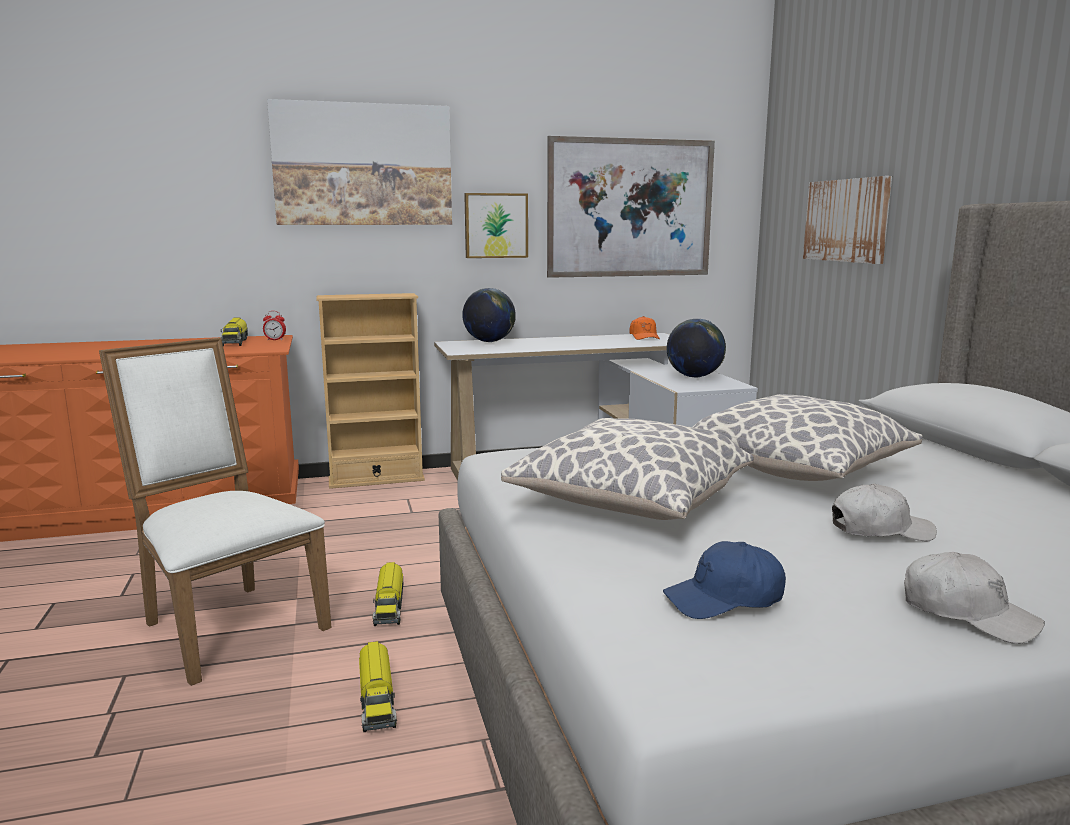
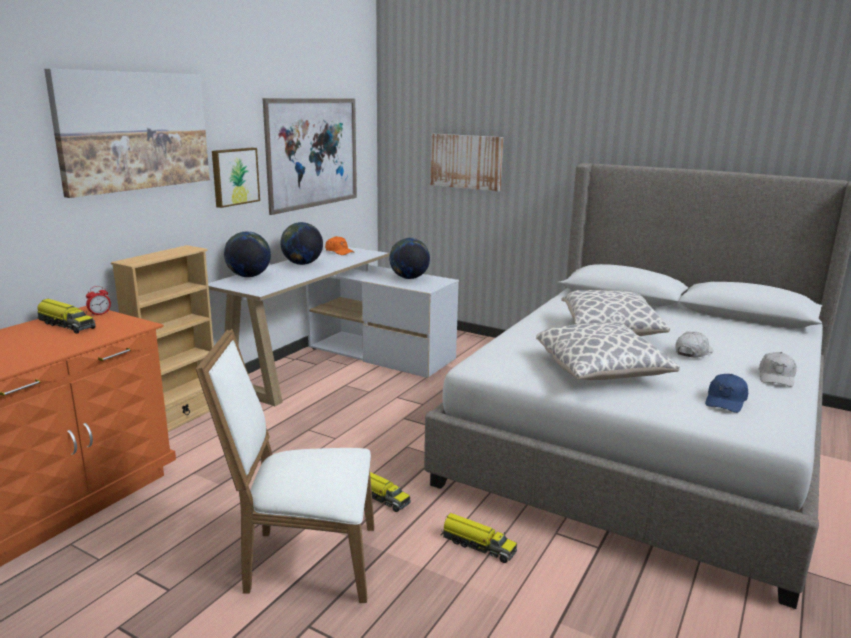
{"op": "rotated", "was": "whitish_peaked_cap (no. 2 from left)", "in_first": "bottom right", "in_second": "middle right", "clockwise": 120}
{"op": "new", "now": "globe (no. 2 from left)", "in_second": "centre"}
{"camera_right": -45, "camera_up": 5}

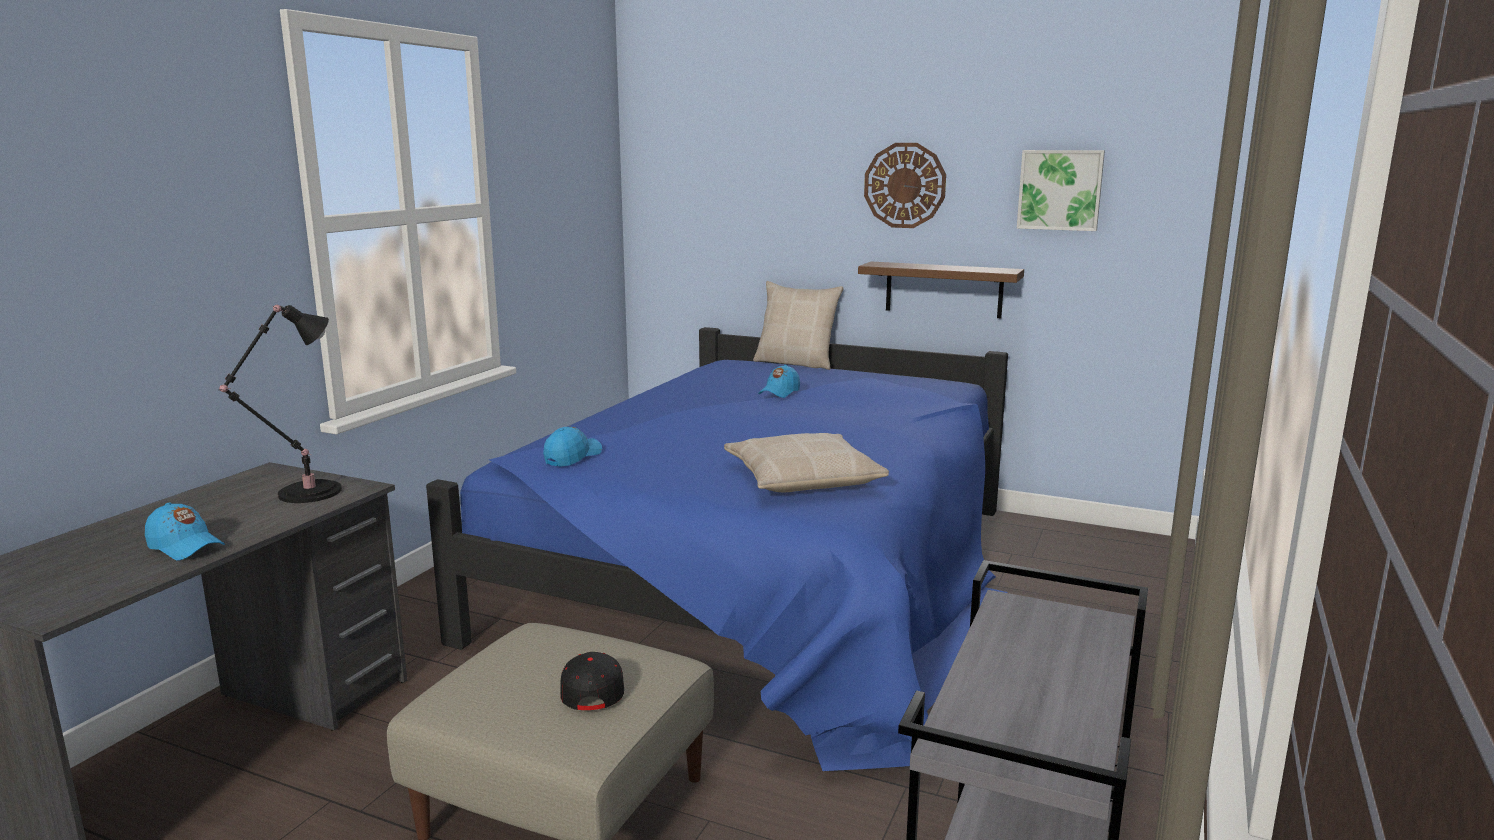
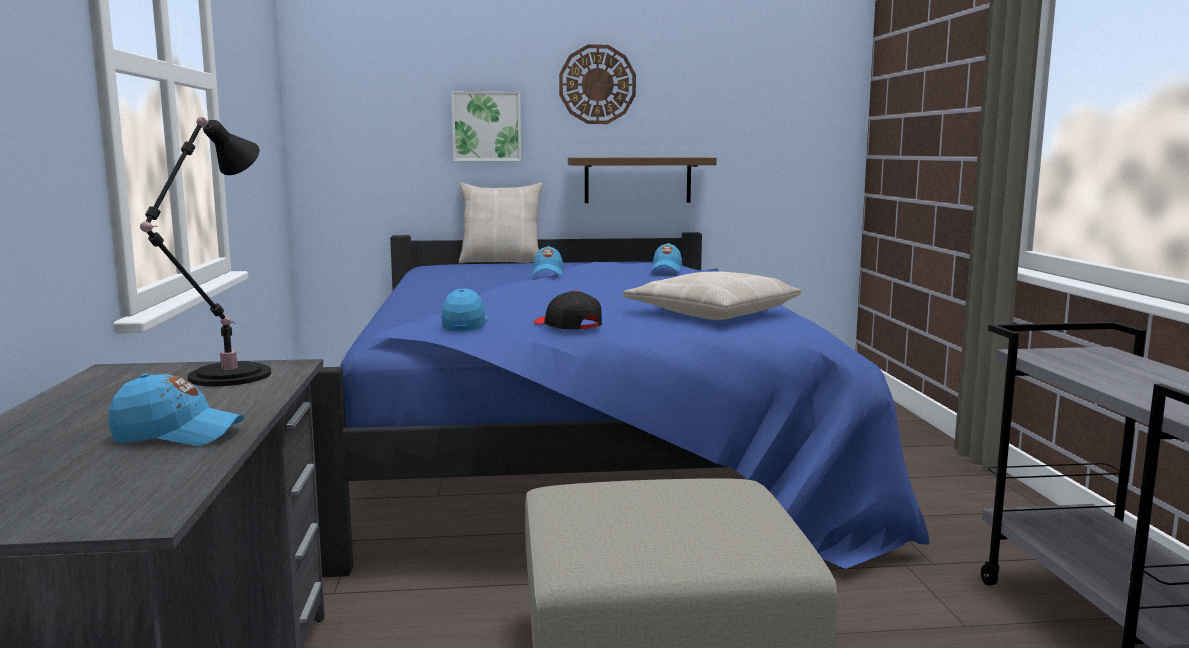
{"op": "shifted", "was": "wall_picture", "in_first": "top right", "in_second": "top centre"}
{"op": "shifted", "was": "black-coloured_peaked_cap", "in_first": "bottom centre", "in_second": "centre"}
{"op": "new", "now": "bluish_peaked_cap (no. 4 from left)", "in_second": "centre"}
{"camera_right": -30, "camera_up": -5}

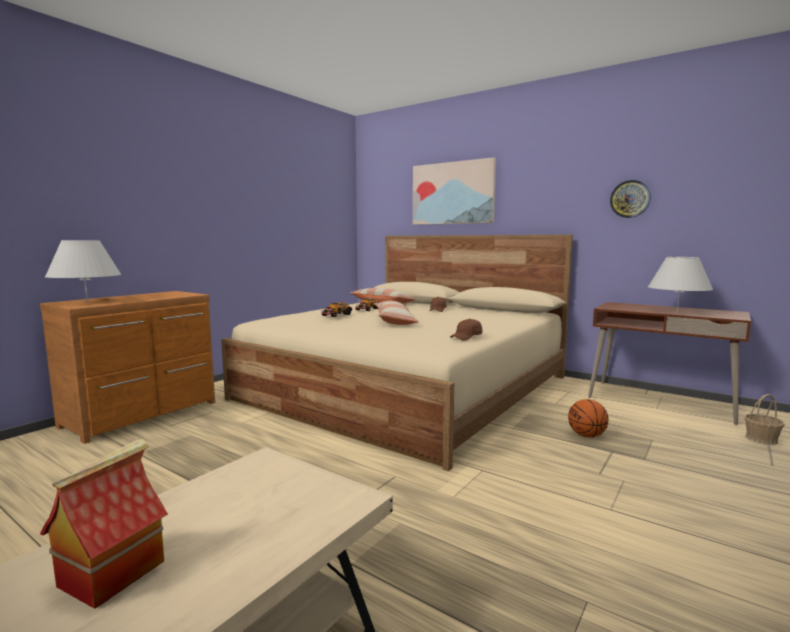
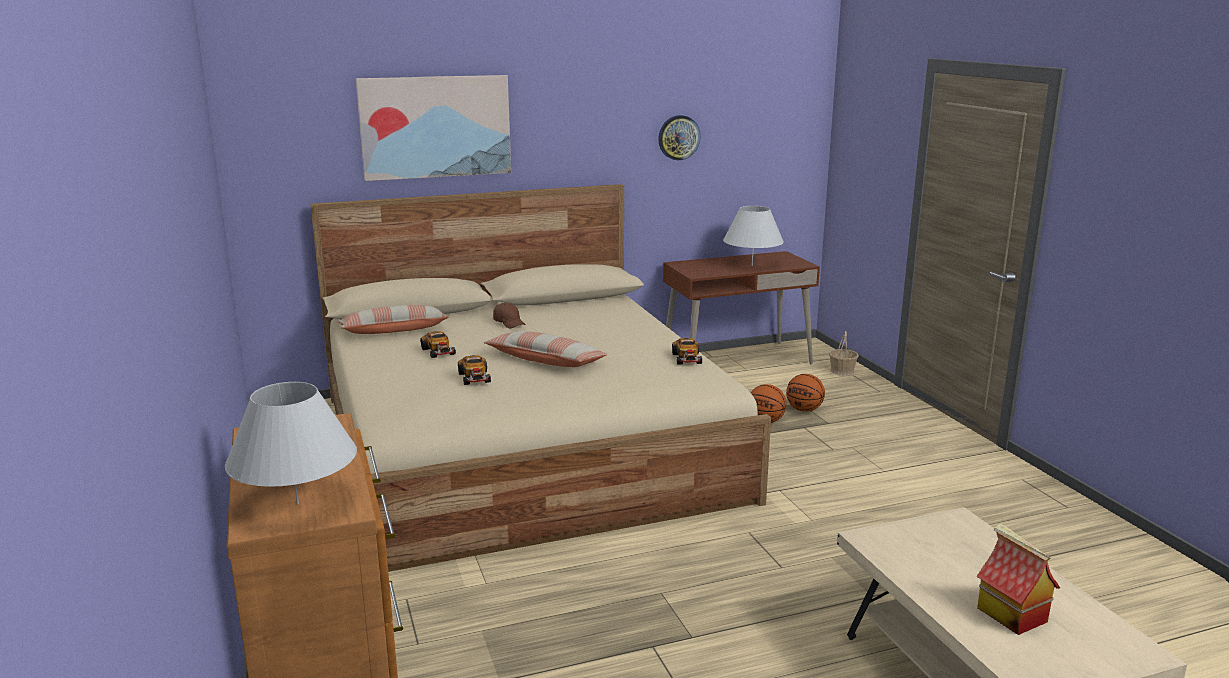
{"op": "swapped", "was": "brown-coloured_peaked_cap (no. 2 from left)", "now": "miniature_car (no. 3 from left)", "in_first": "centre", "in_second": "centre"}
{"op": "new", "now": "basketball_ball (no. 2 from left)", "in_second": "centre"}
{"camera_right": -55, "camera_up": 10}

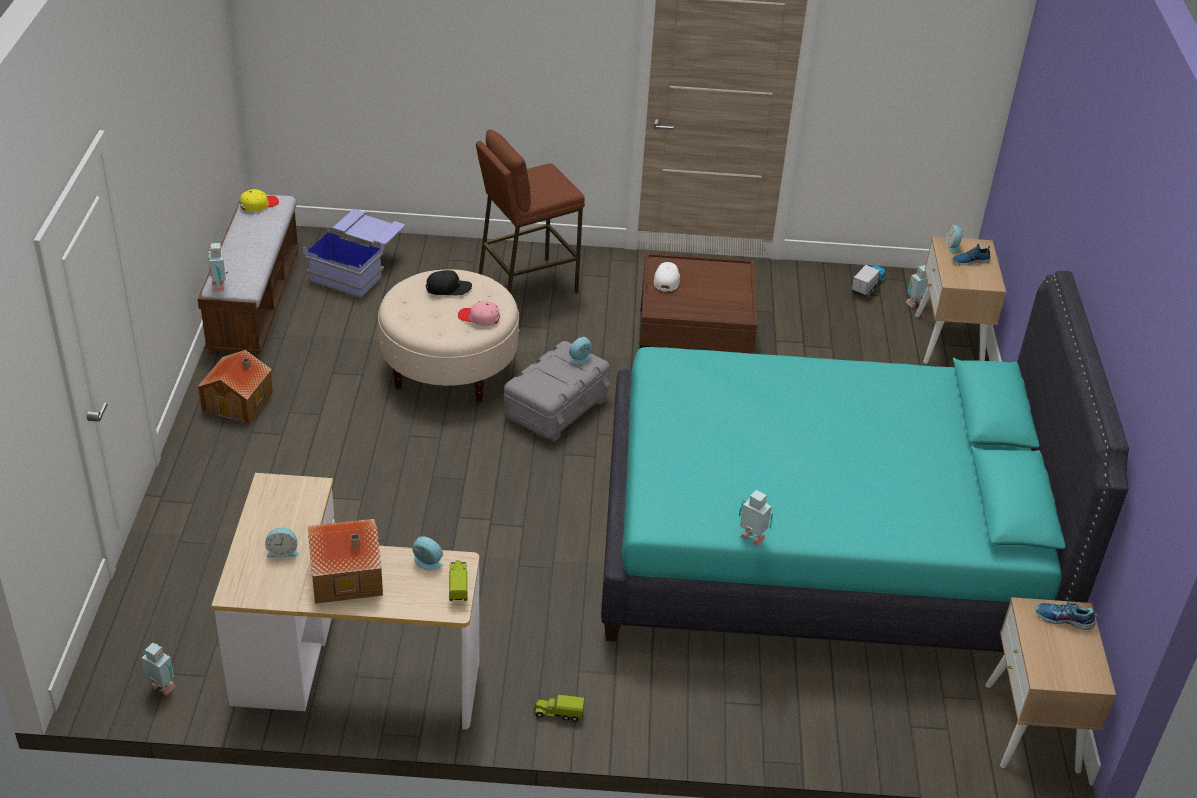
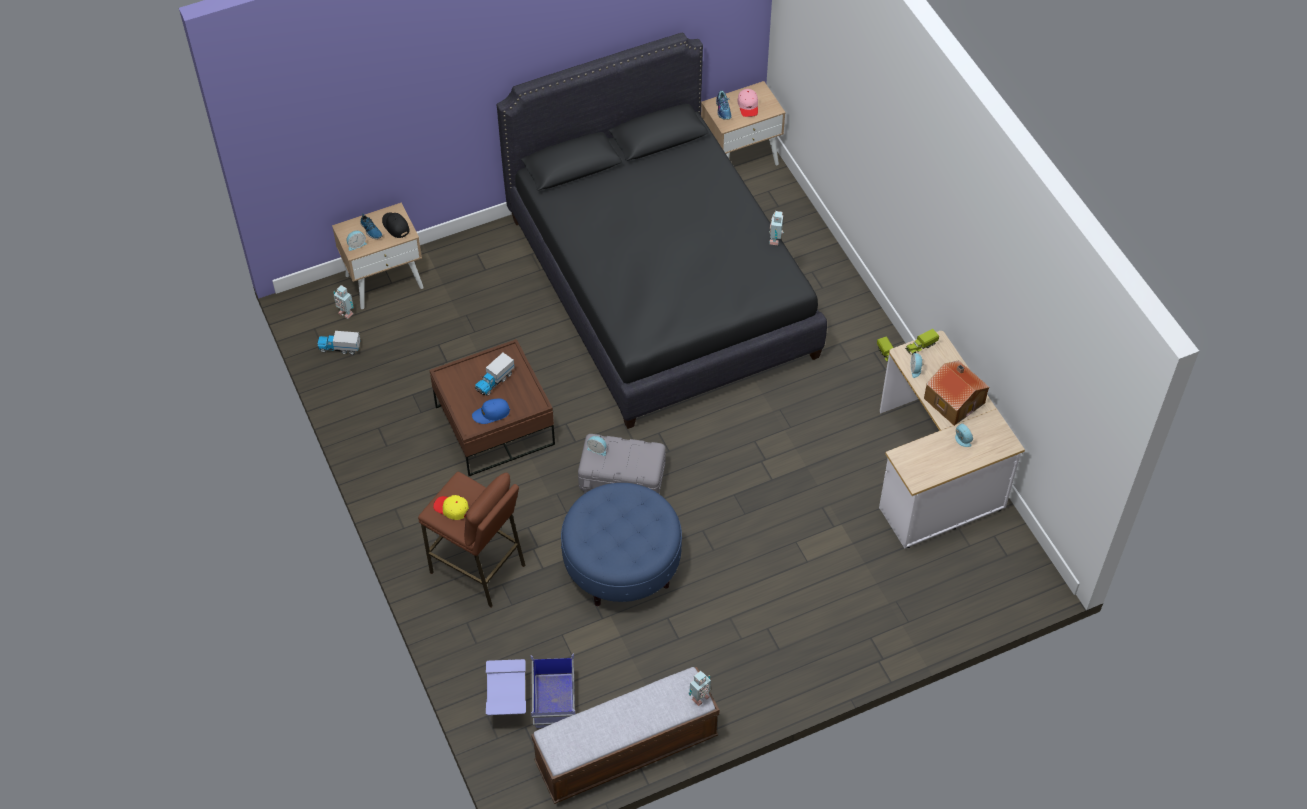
{"op": "shifted", "was": "yellowish_peaked_cap", "in_first": "top left", "in_second": "centre"}
{"op": "repainted", "was": "whitish_peaked_cap", "now": "bluish_peaked_cap", "in_first": "centre", "in_second": "centre"}
{"op": "repainted", "was": "beige-coloured_ottoman", "now": "bluish_ottoman", "in_first": "centre", "in_second": "bottom centre"}
{"op": "shifted", "was": "black-coloured_peaked_cap", "in_first": "centre", "in_second": "top left"}
{"op": "repainted", "was": "turquoise-coloured_bedroom_bed", "now": "black-coloured_bedroom_bed", "in_first": "middle right", "in_second": "top centre"}
{"op": "shifted", "was": "pink_peaked_cap", "in_first": "centre", "in_second": "top centre"}
{"op": "gone", "was": "toy_house (no. 1 from left)", "in_first": "middle left"}
{"op": "gone", "was": "toy_robot (no. 1 from left)", "in_first": "bottom left"}
{"op": "new", "now": "toy_truck (no. 2 from left)", "in_second": "centre"}
{"camera_right": -115, "camera_up": 15}

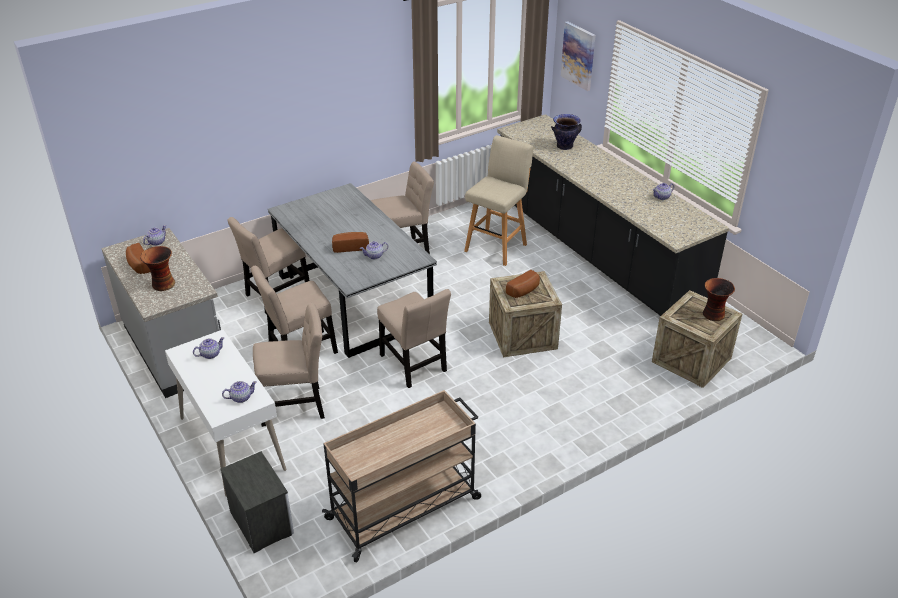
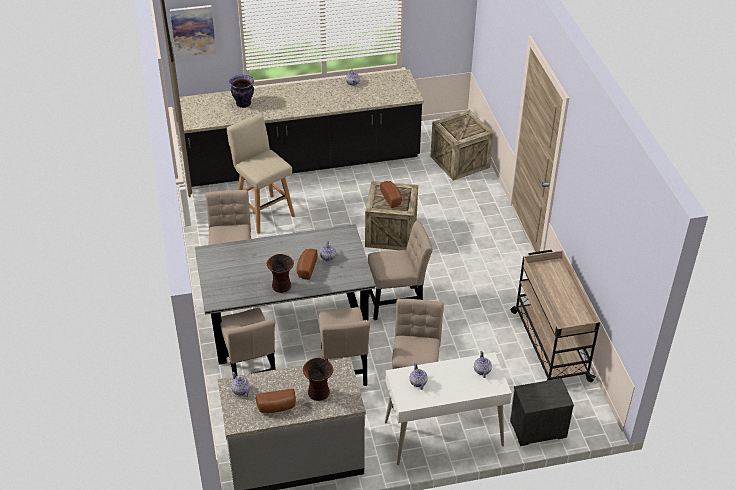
{"op": "shifted", "was": "vase (no. 3 from left in the first image)", "now": "vase (no. 2 from left)", "in_first": "middle right", "in_second": "centre"}
{"camera_right": -70, "camera_up": 5}

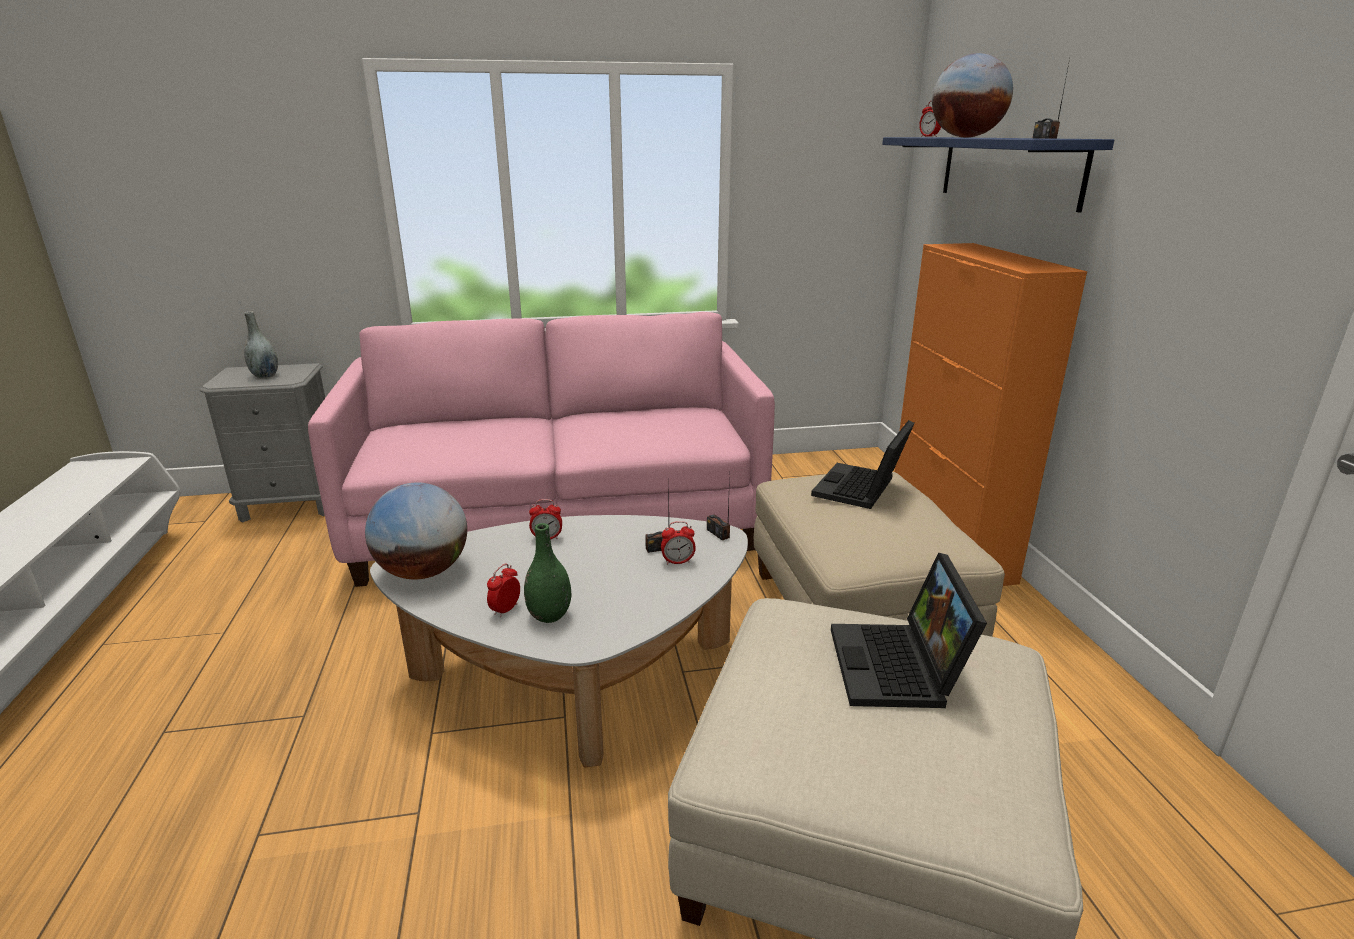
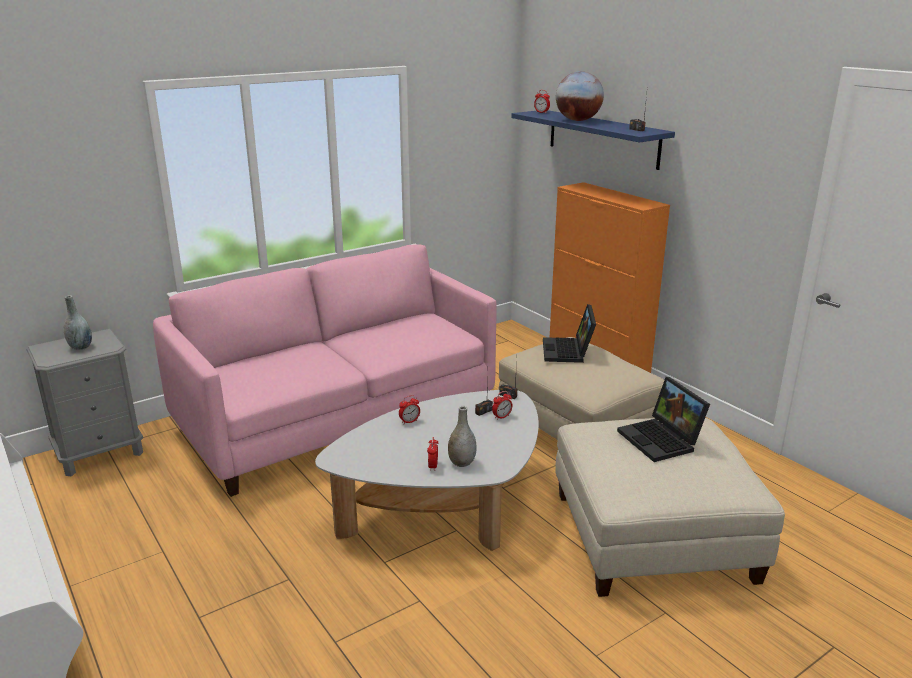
{"op": "gone", "was": "globe (no. 1 from left)", "in_first": "middle left"}
{"op": "repainted", "was": "green-coloured_vase", "now": "grey_vase (no. 2 from left)", "in_first": "centre", "in_second": "centre"}
{"camera_right": -25, "camera_up": 0}

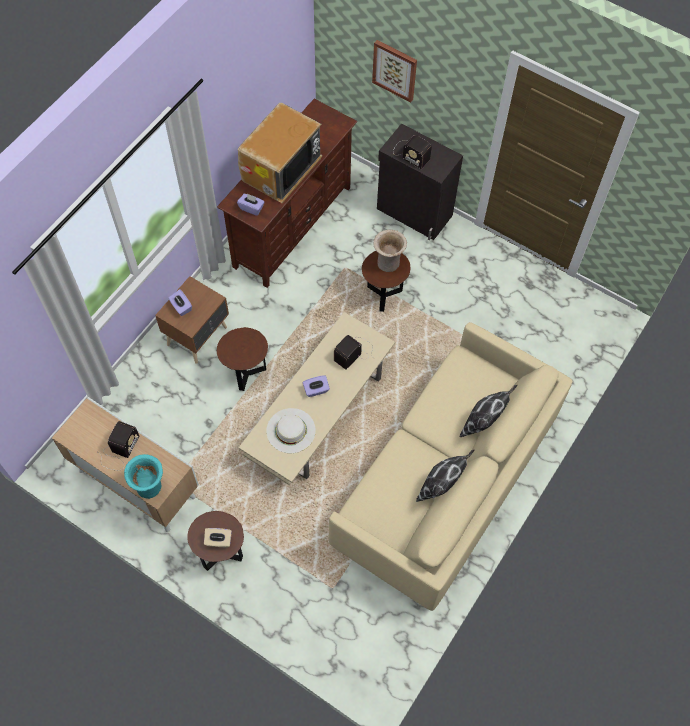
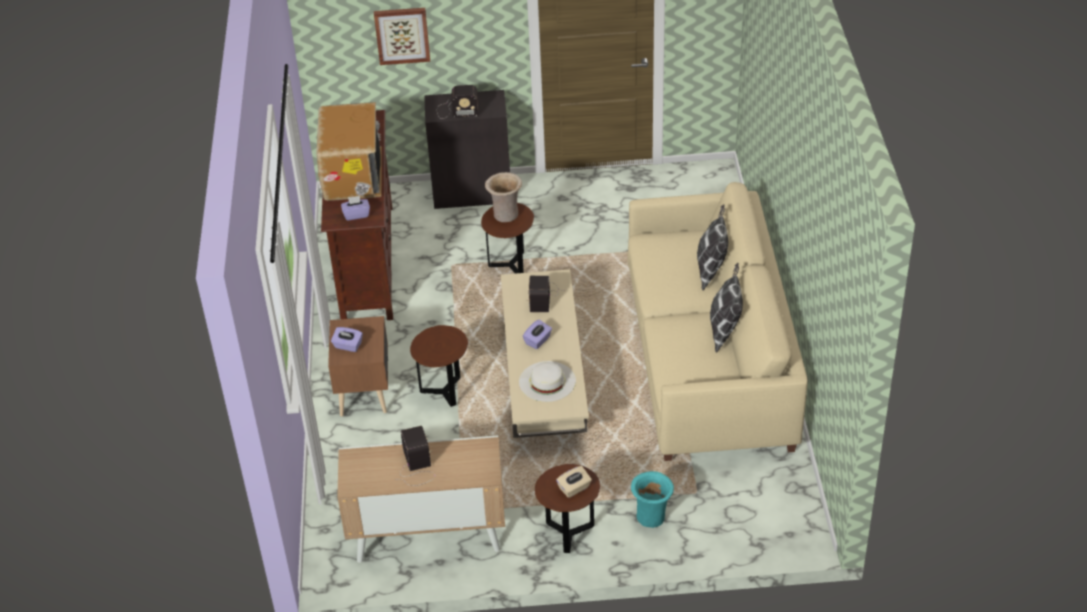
{"op": "shifted", "was": "turquoise-coloured_vase", "in_first": "middle left", "in_second": "bottom centre"}
{"camera_right": -35, "camera_up": -20}

